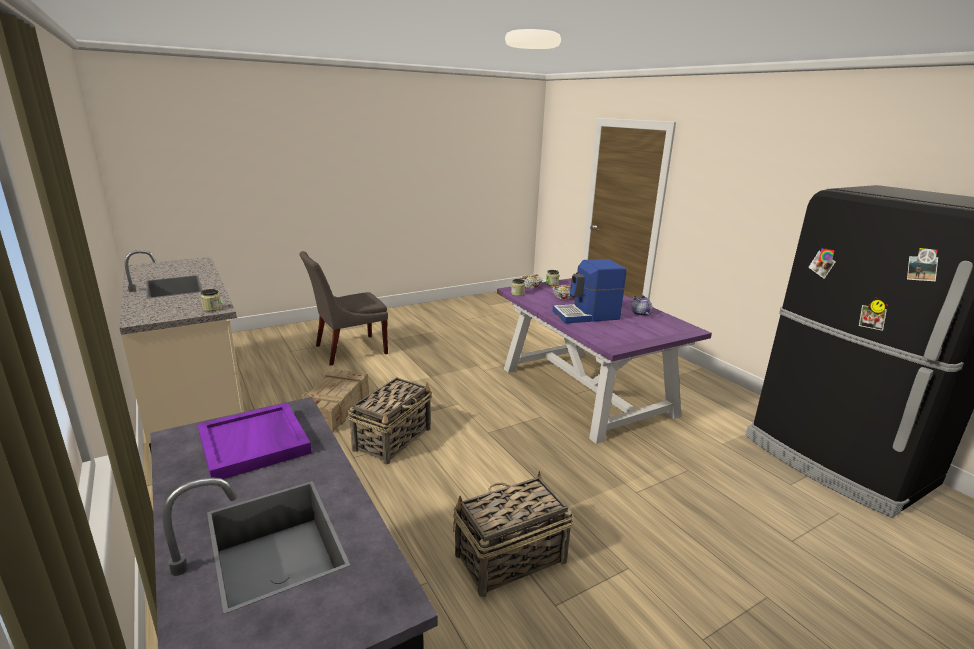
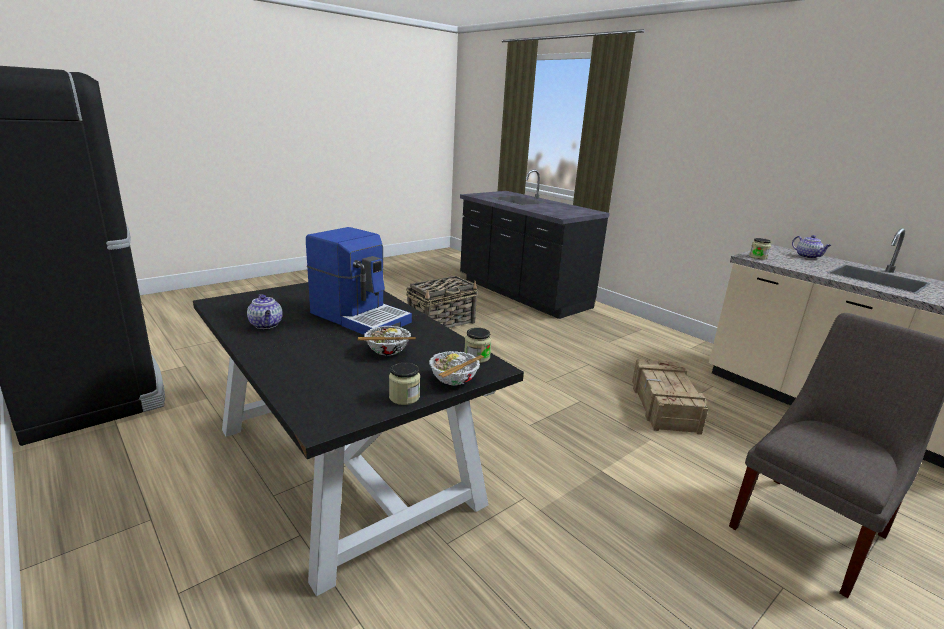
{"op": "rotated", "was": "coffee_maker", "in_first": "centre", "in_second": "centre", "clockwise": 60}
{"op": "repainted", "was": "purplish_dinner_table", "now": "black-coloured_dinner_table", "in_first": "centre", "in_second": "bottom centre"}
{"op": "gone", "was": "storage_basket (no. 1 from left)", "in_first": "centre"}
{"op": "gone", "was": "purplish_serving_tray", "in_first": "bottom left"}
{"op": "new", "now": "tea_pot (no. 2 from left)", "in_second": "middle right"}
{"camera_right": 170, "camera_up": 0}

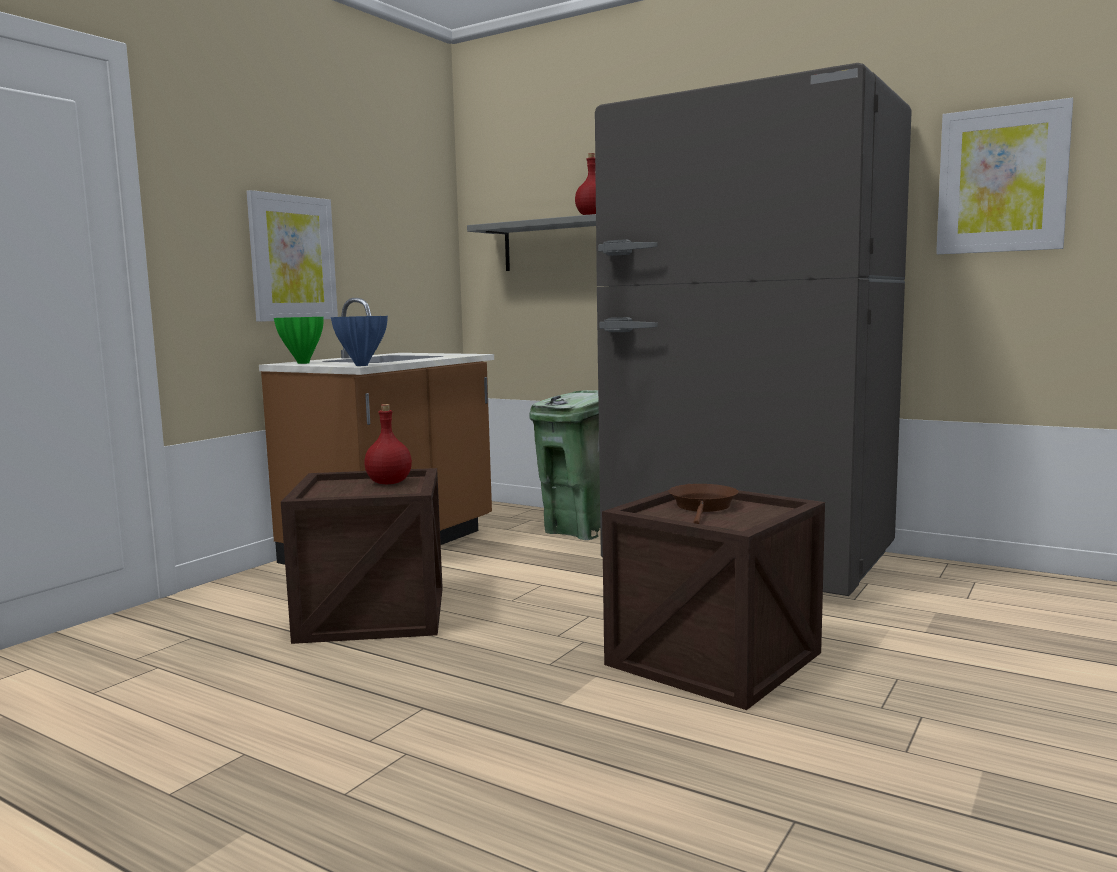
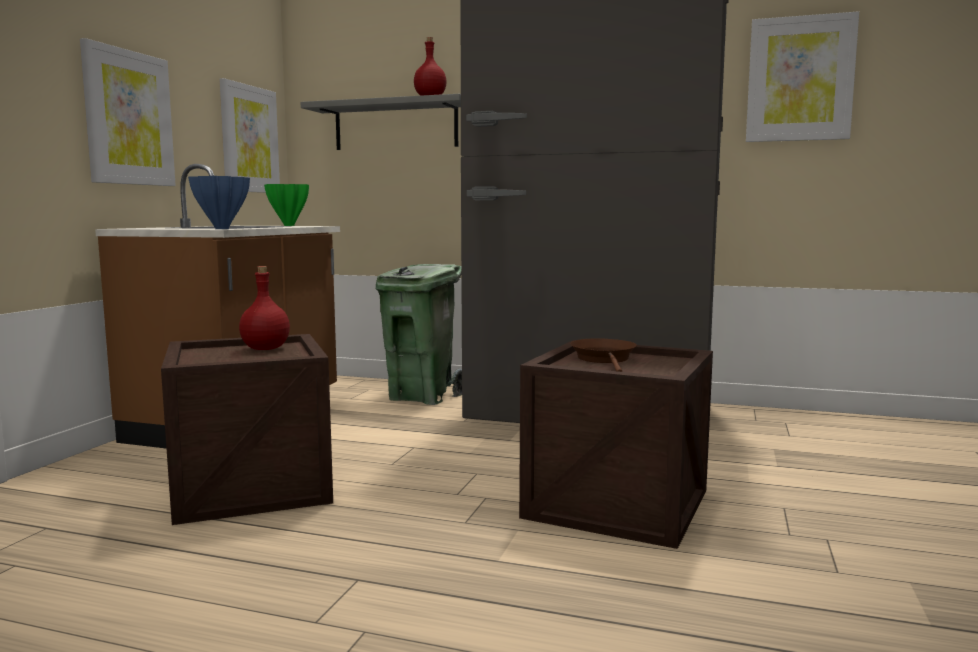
{"op": "shifted", "was": "green-coloured_vase", "in_first": "middle left", "in_second": "top left"}
{"op": "new", "now": "wall_picture (no. 2 from left)", "in_second": "top left"}
{"camera_right": -15, "camera_up": 0}

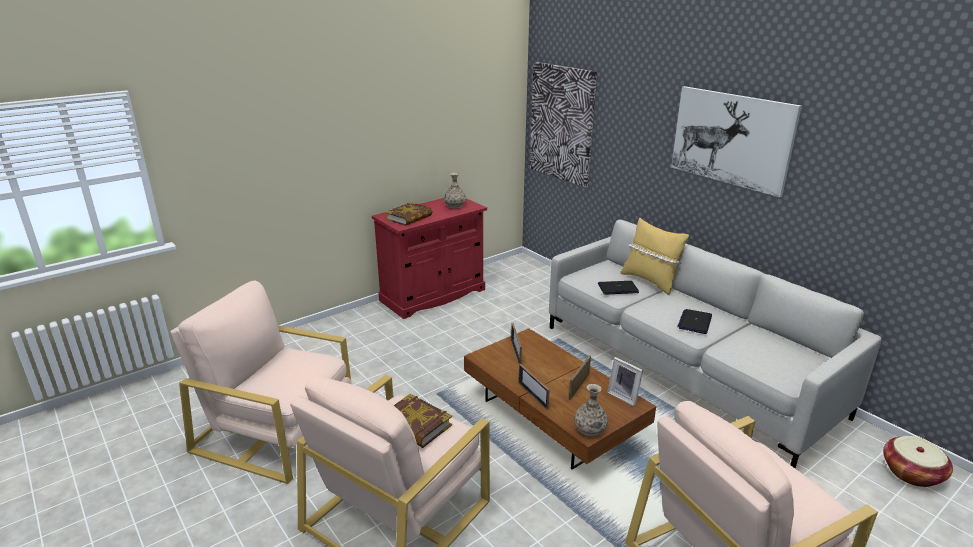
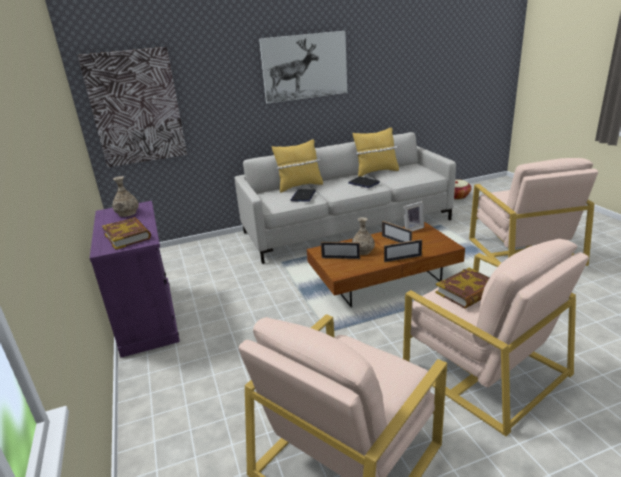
{"op": "repainted", "was": "reddish_storage_cabinet", "now": "purplish_storage_cabinet", "in_first": "centre", "in_second": "middle left"}
{"op": "shifted", "was": "vase (no. 2 from left)", "in_first": "bottom centre", "in_second": "centre"}
{"op": "new", "now": "yellowish_pillow (no. 2 from left)", "in_second": "top centre"}
{"camera_right": -70, "camera_up": 0}

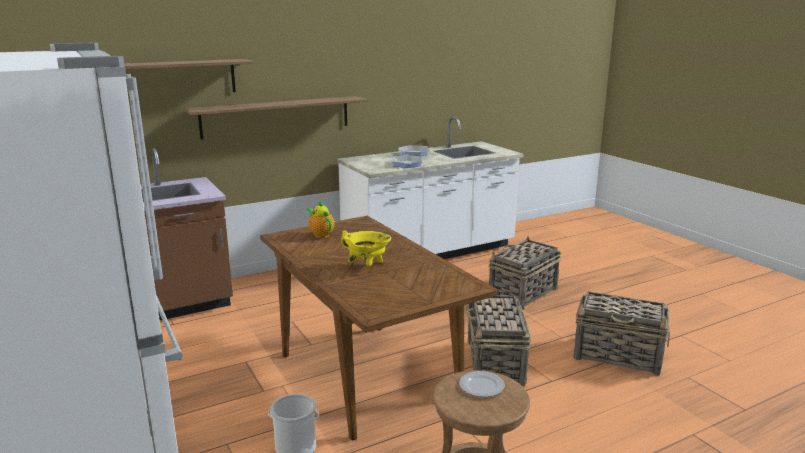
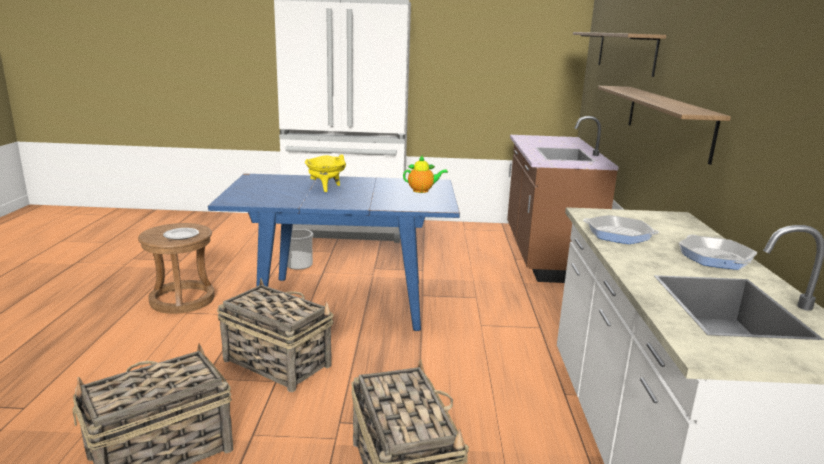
{"op": "repainted", "was": "brown-coloured_dinner_table", "now": "bluish_dinner_table", "in_first": "bottom centre", "in_second": "centre"}
{"camera_right": 120, "camera_up": 0}

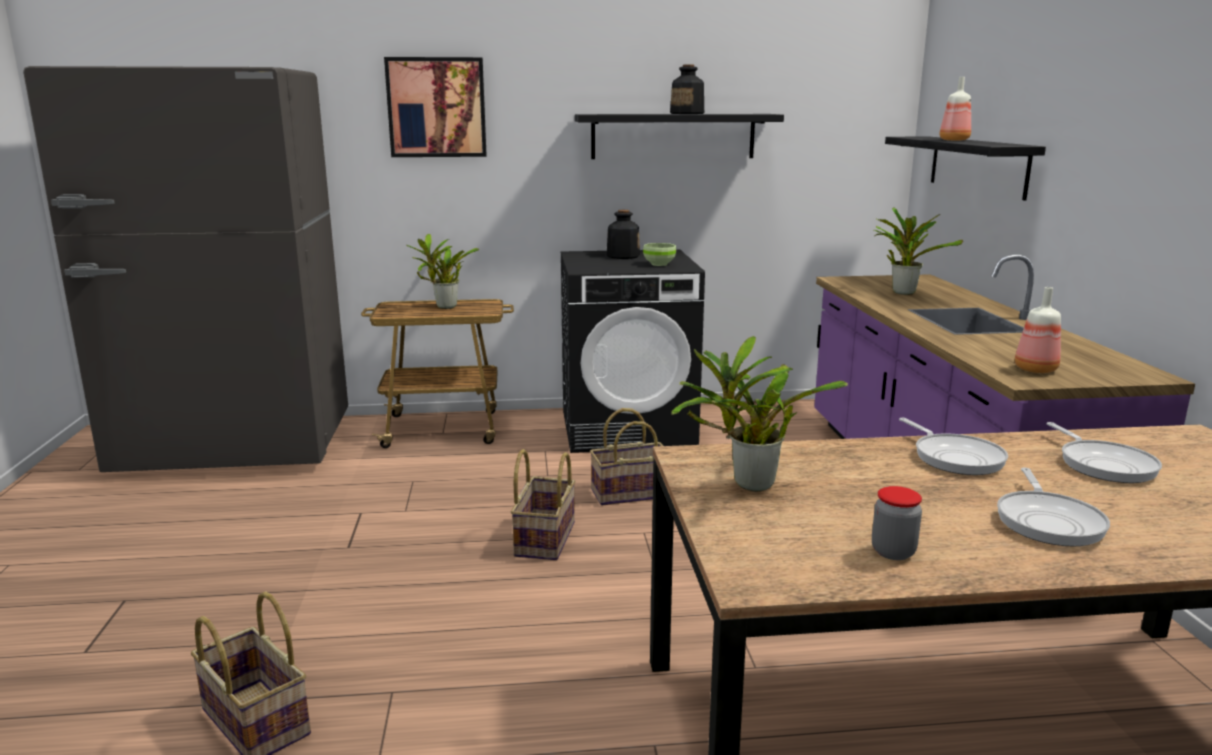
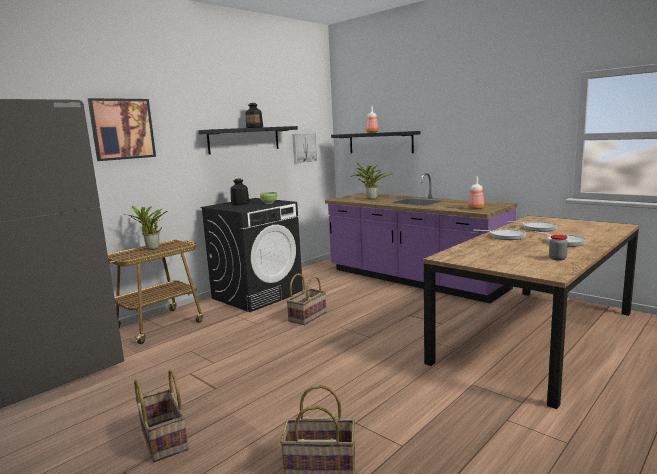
{"op": "gone", "was": "houseplant (no. 2 from left)", "in_first": "centre"}
{"op": "shifted", "was": "storage_basket (no. 2 from left in the first image)", "now": "storage_basket (no. 1 from left)", "in_first": "bottom centre", "in_second": "bottom left"}
{"op": "new", "now": "wall_picture (no. 2 from left)", "in_second": "top centre"}
{"camera_right": -40, "camera_up": -5}

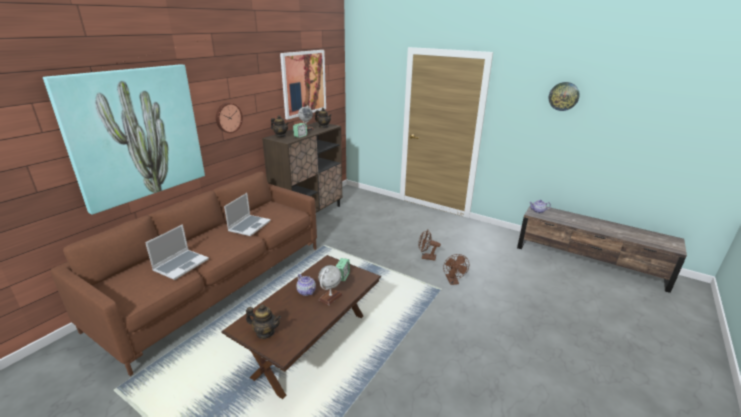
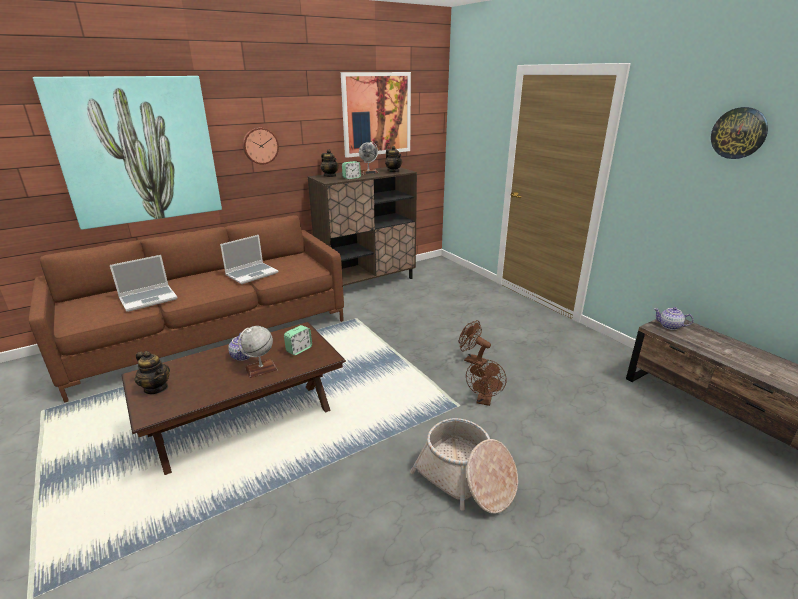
{"op": "new", "now": "storage_basket", "in_second": "bottom centre"}
{"camera_right": 25, "camera_up": 0}

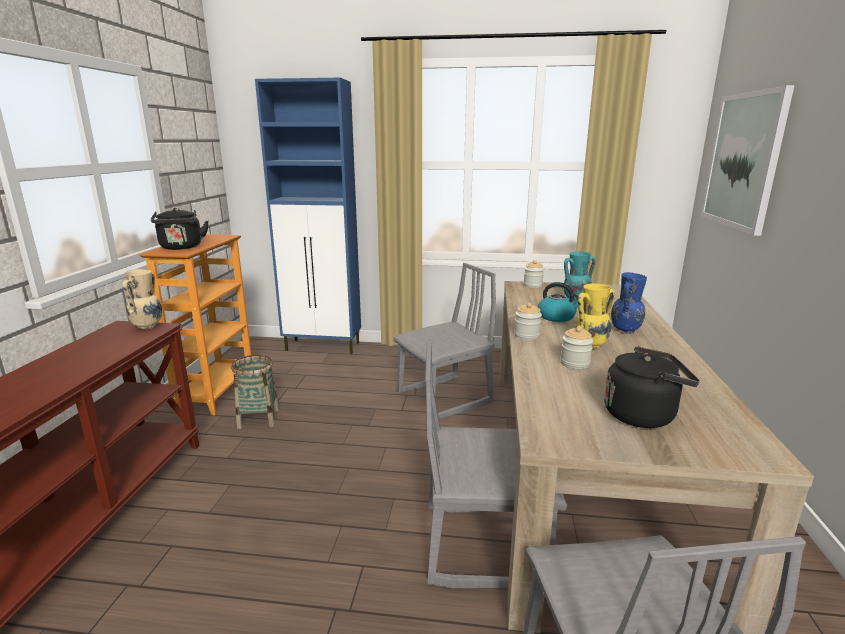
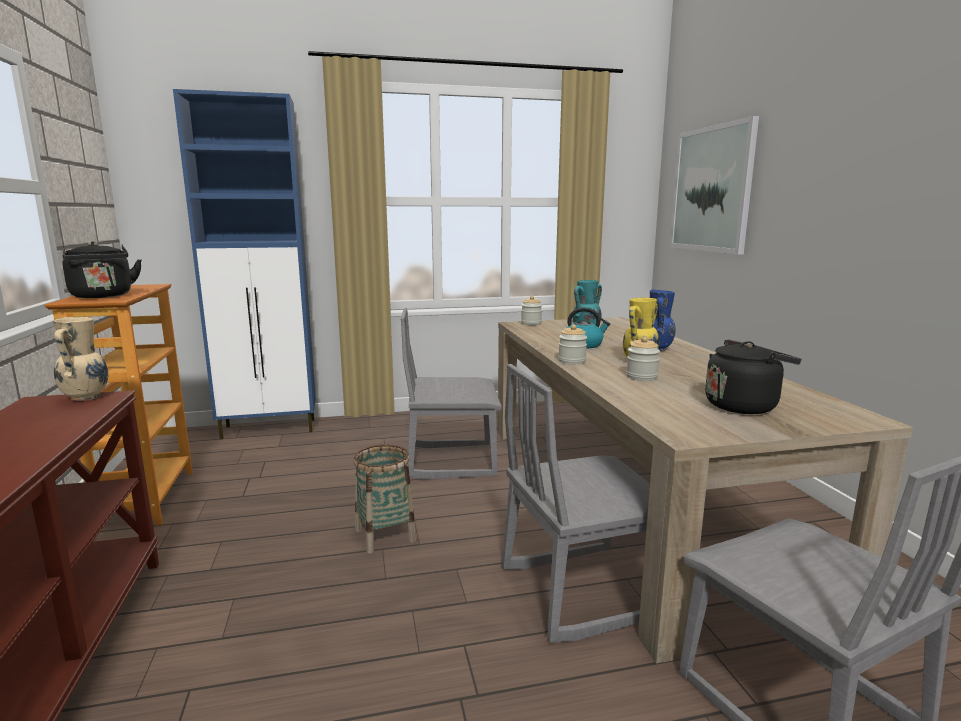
{"op": "rotated", "was": "grey_upright_chair (no. 1 from left)", "in_first": "centre", "in_second": "centre", "clockwise": -135}
{"op": "shifted", "was": "storage_basket", "in_first": "middle left", "in_second": "bottom centre"}
{"camera_right": -20, "camera_up": -5}

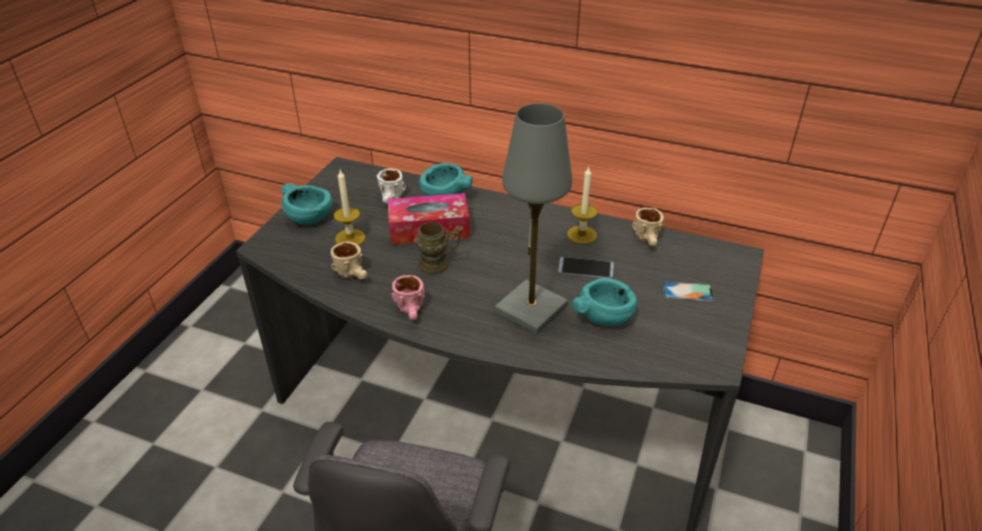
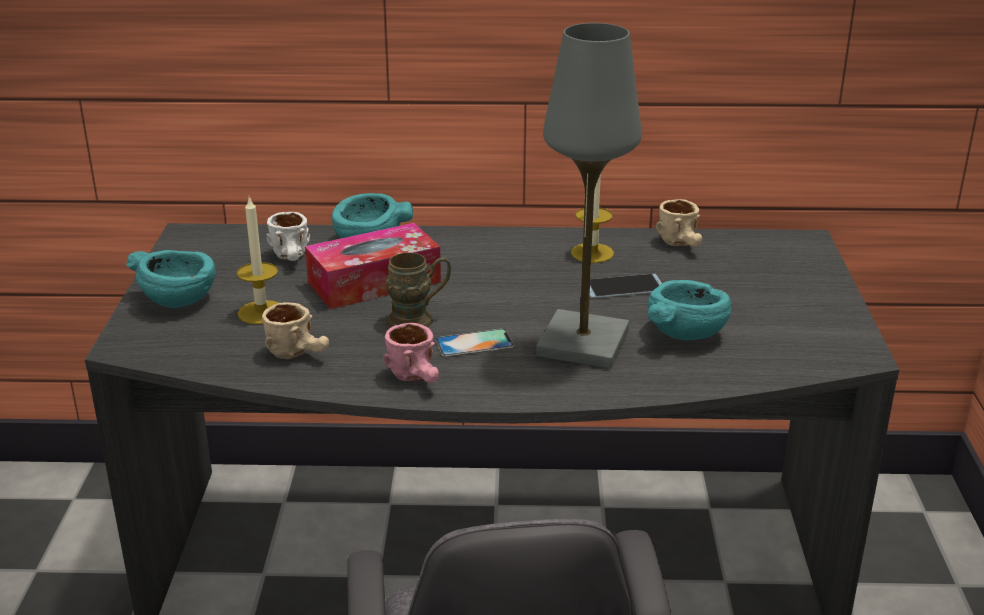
{"op": "shifted", "was": "telephone (no. 2 from left in the first image)", "now": "telephone (no. 1 from left)", "in_first": "middle right", "in_second": "centre"}
{"camera_right": -20, "camera_up": -10}

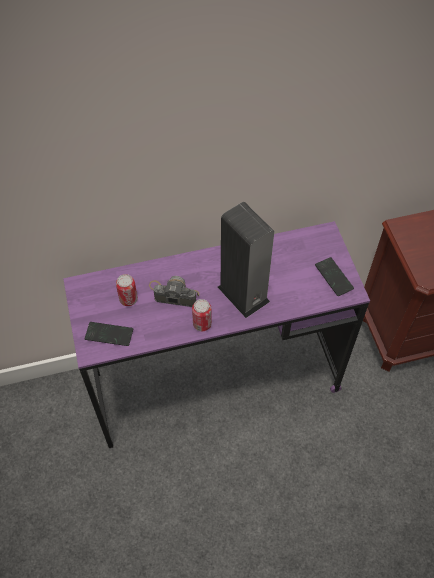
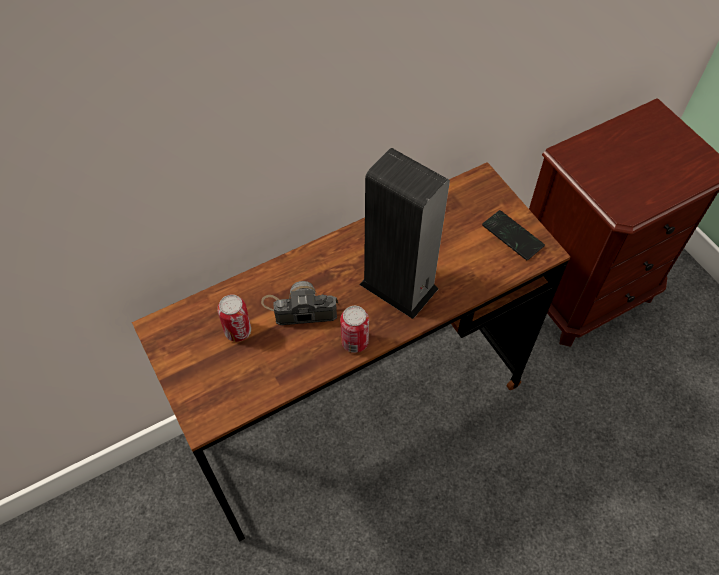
{"op": "repainted", "was": "purplish_desk_table", "now": "brown-coloured_desk_table", "in_first": "centre", "in_second": "centre"}
{"op": "gone", "was": "telephone (no. 1 from left)", "in_first": "middle left"}
{"camera_right": -15, "camera_up": 0}

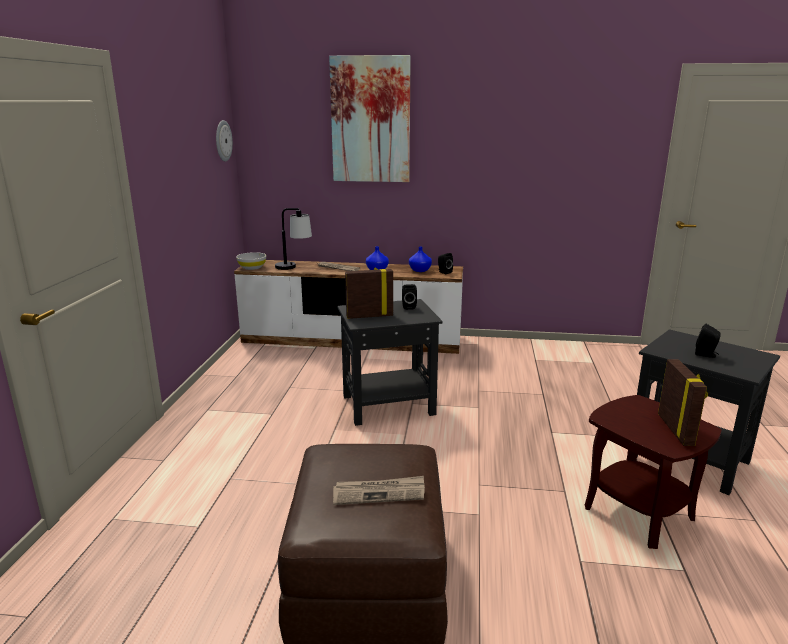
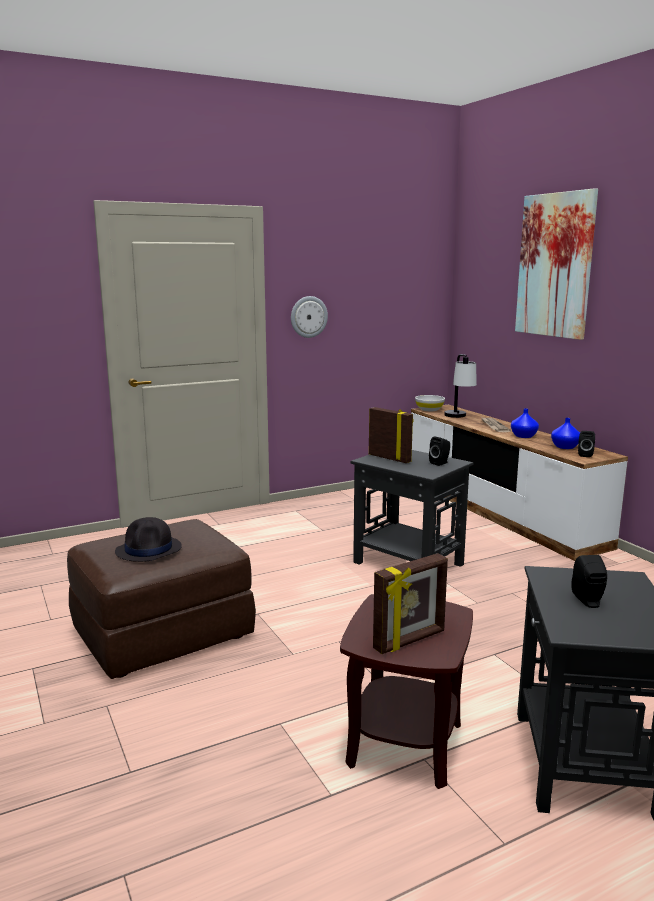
{"op": "shifted", "was": "wall_clock", "in_first": "top left", "in_second": "centre"}
{"op": "swapped", "was": "daily_paper (no. 2 from left)", "now": "black-coloured_wearable_hat", "in_first": "bottom centre", "in_second": "middle left"}
{"camera_right": 55, "camera_up": -5}

